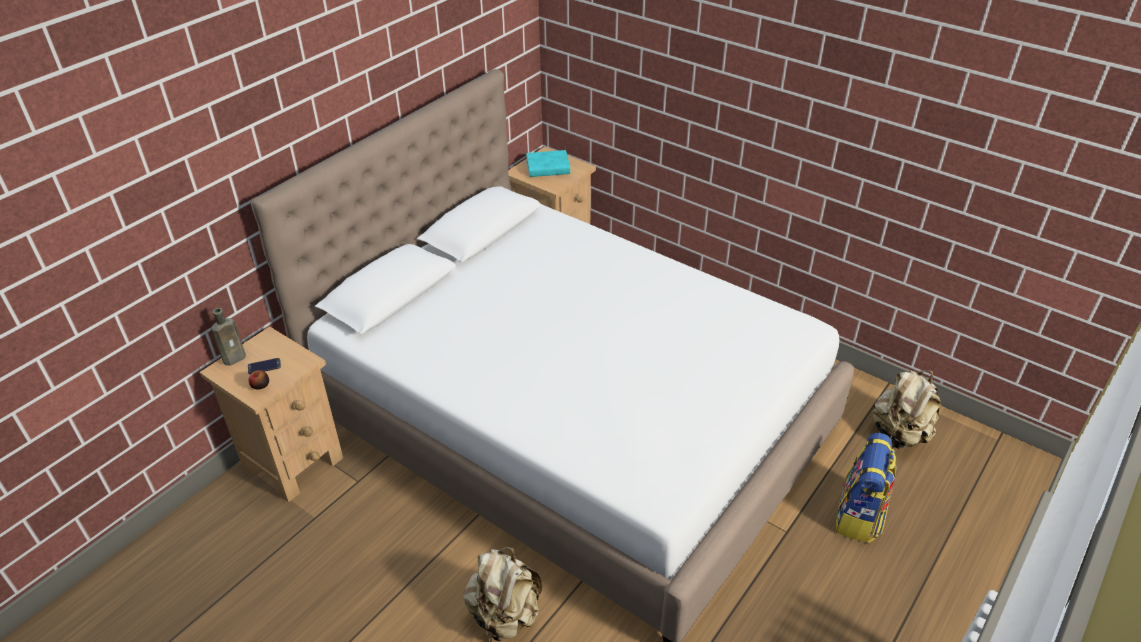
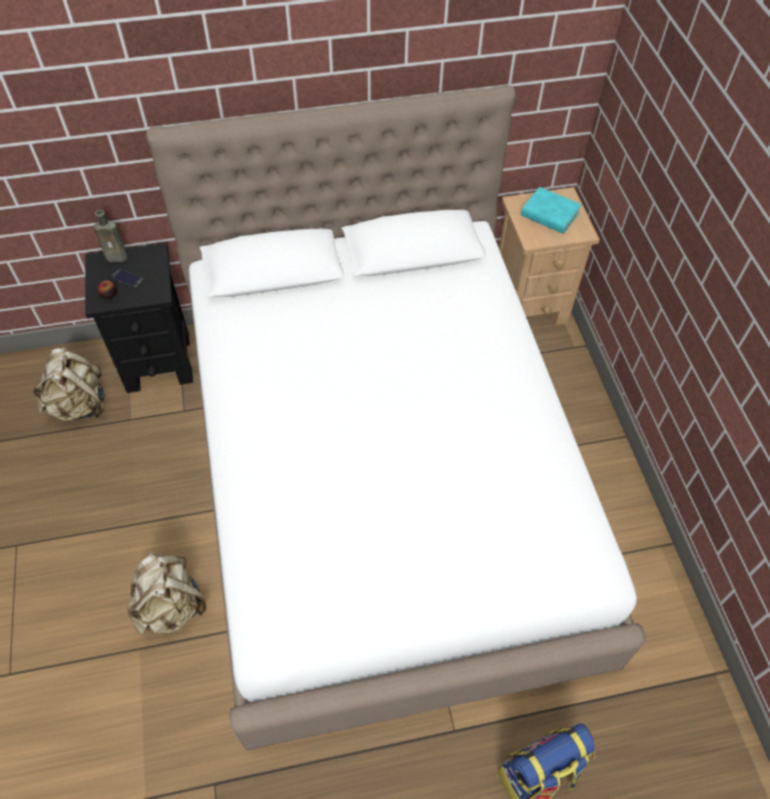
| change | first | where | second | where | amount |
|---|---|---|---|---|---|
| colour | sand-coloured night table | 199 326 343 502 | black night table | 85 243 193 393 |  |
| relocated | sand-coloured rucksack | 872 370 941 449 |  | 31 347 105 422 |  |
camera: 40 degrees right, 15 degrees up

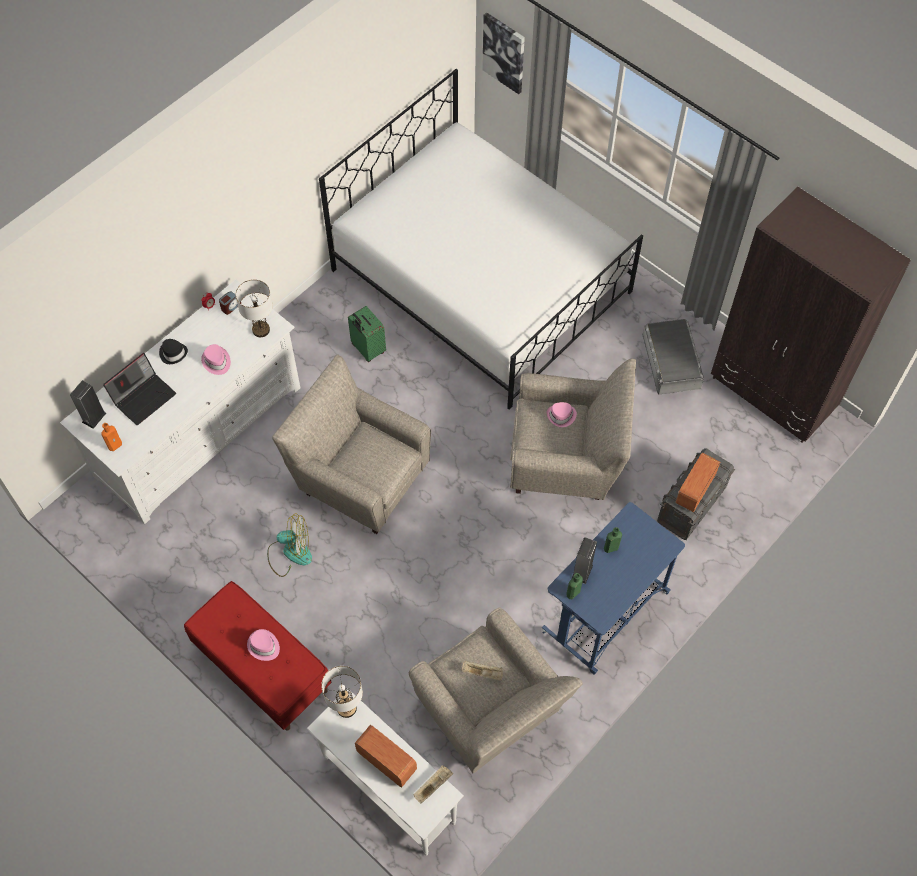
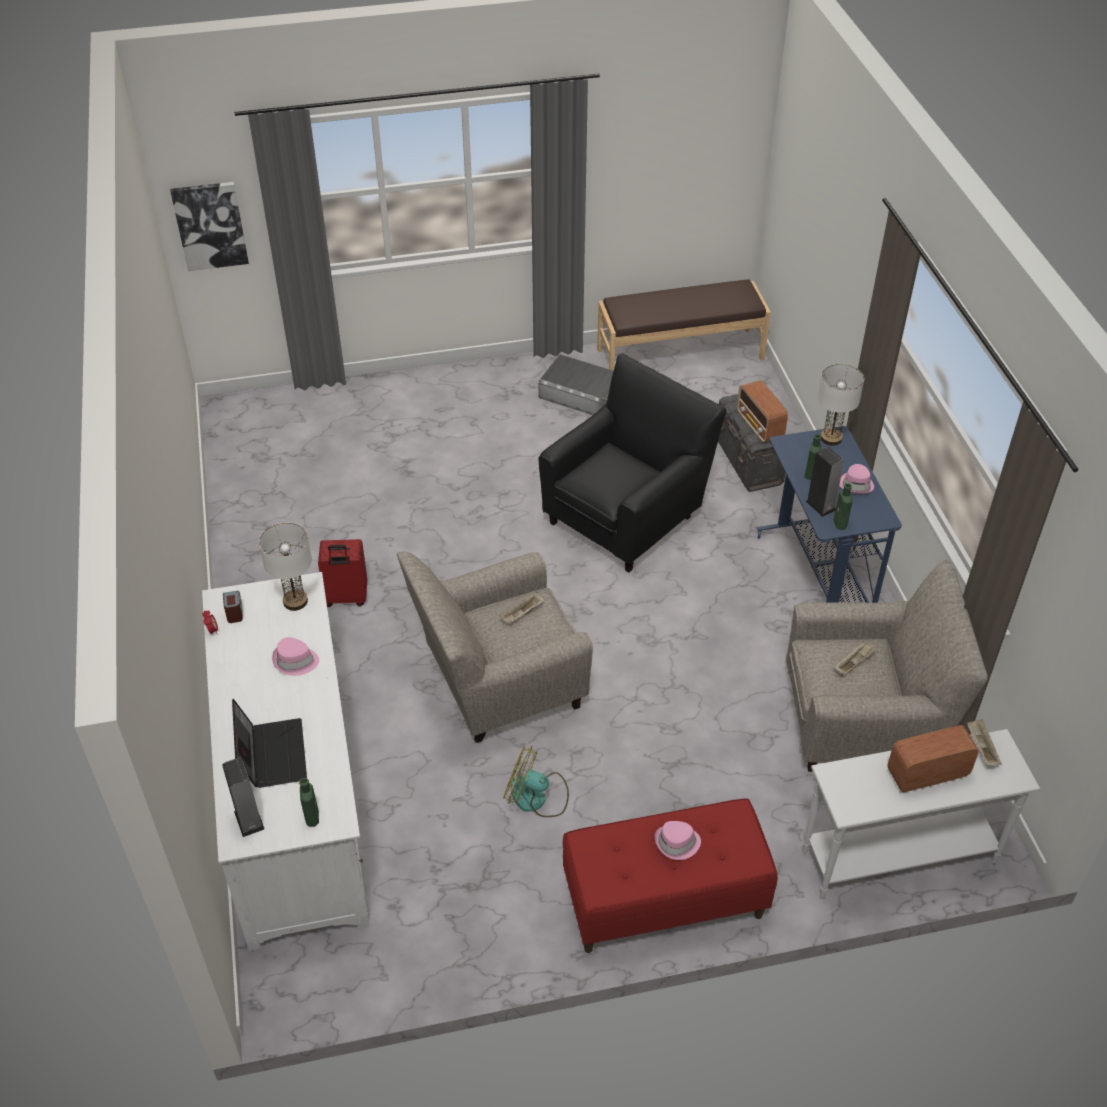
| change | first | where | second | where | amount |
|---|---|---|---|---|---|
| colour | orange bottle | 101 423 122 451 | greenish bottle | 299 778 319 827 |  |
| missing | black clothing hat | 159 339 188 364 |  |  |  |
| spun | electric fan | 267 514 312 577 |  | 503 746 569 817 | 105 degrees counterclockwise |
| missing | whitish bedroom bed | 319 69 643 409 |  |  |  |
| relocated | tabletop lamp | 321 666 363 718 |  | 818 364 864 446 |  |
| colour | greenish suitcase | 348 306 386 362 | red-coloured suitcase | 318 539 367 607 |  |
| colour | sand-coloured easy chair | 510 358 636 500 | black easy chair | 539 353 726 572 |  |
| relocated | pink-coloured clothing hat | 547 402 577 427 |  | 839 464 874 494 |  |
| exchanged | brownish wardrobe | 711 187 911 443 | brownish long seat | 597 279 771 371 |  |
| appeared |  |  | sand-coloured serving tray | 499 592 544 624 |  |
camera: 55 degrees left, 15 degrees down

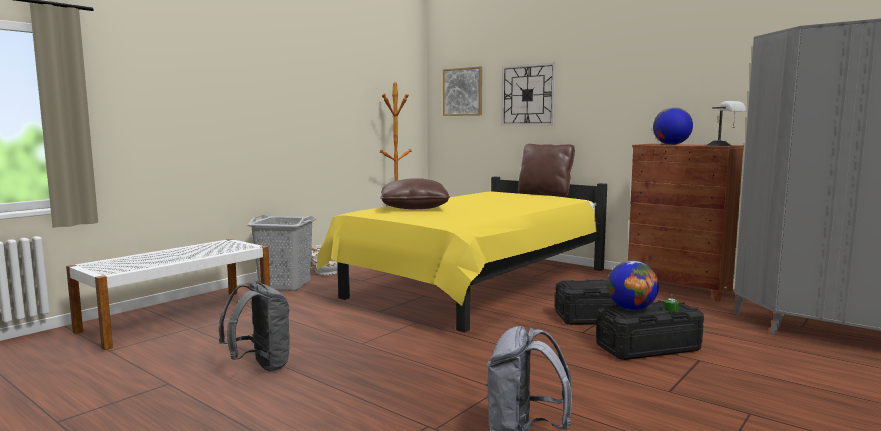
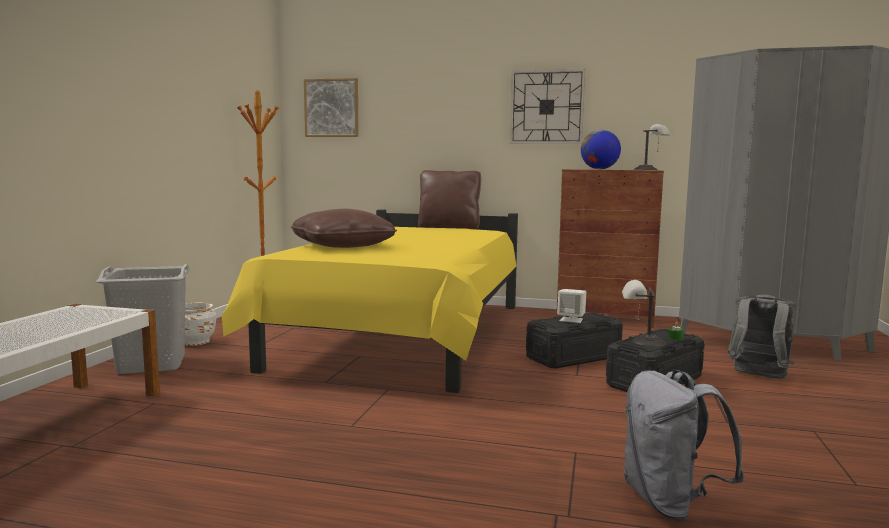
| change | first | where | second | where | amount |
|---|---|---|---|---|---|
| relocated | grey rucksack | 219 282 290 372 |  | 728 294 796 379 |  |
| relocated | clock on the wall | 501 63 556 125 |  | 510 69 585 144 |  |
| exchanged | desk globe | 607 261 659 310 | tabletop lamp | 622 280 665 347 |  |
| appeared |  |  | whitish audio speaker | 557 289 586 323 |  |
camera: 25 degrees left, 0 degrees up

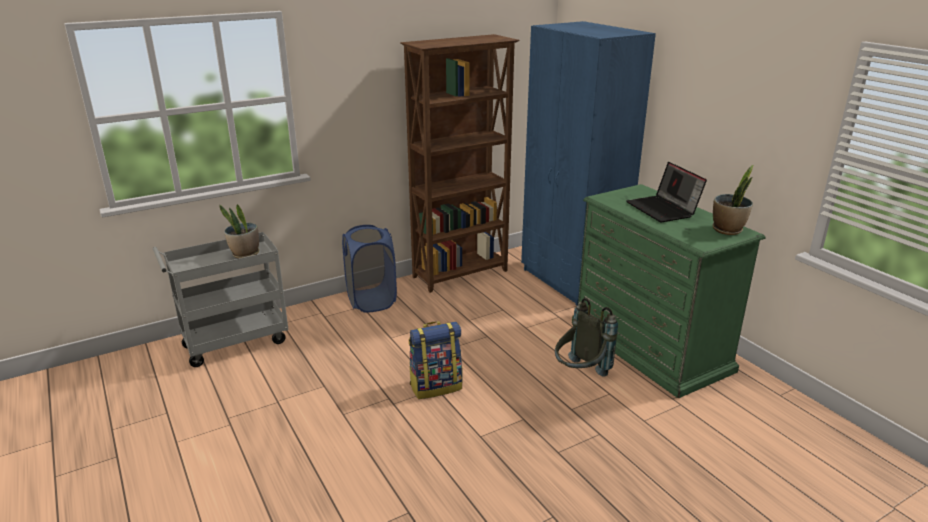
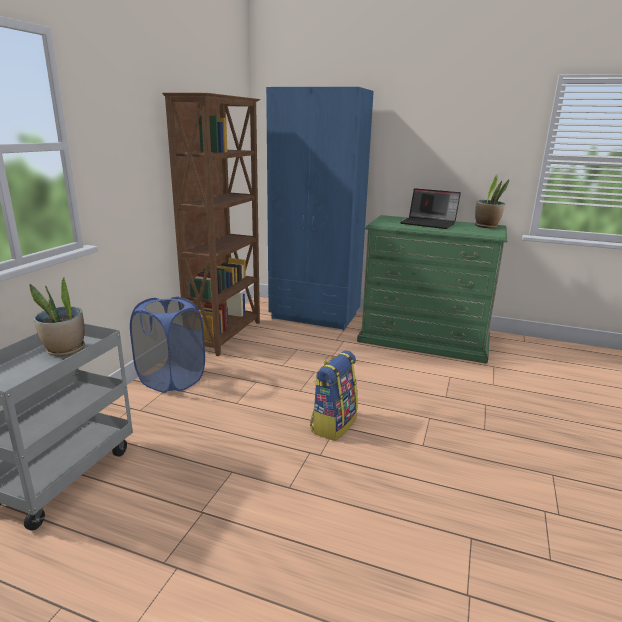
| change | first | where | second | where | amount |
|---|---|---|---|---|---|
| missing | grey rucksack | 555 298 618 377 |  |  |  |
camera: 40 degrees left, 5 degrees down

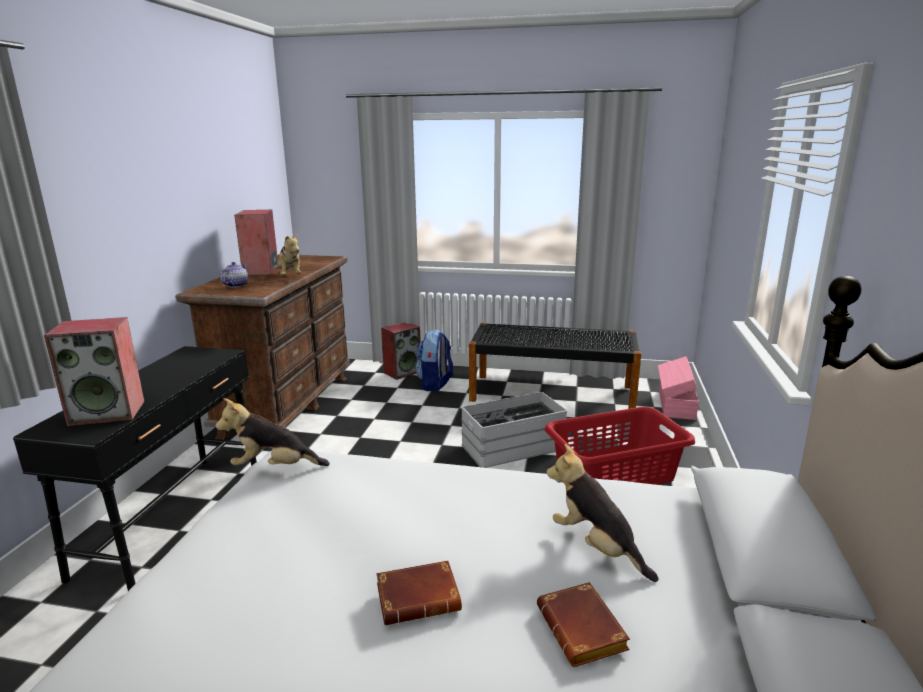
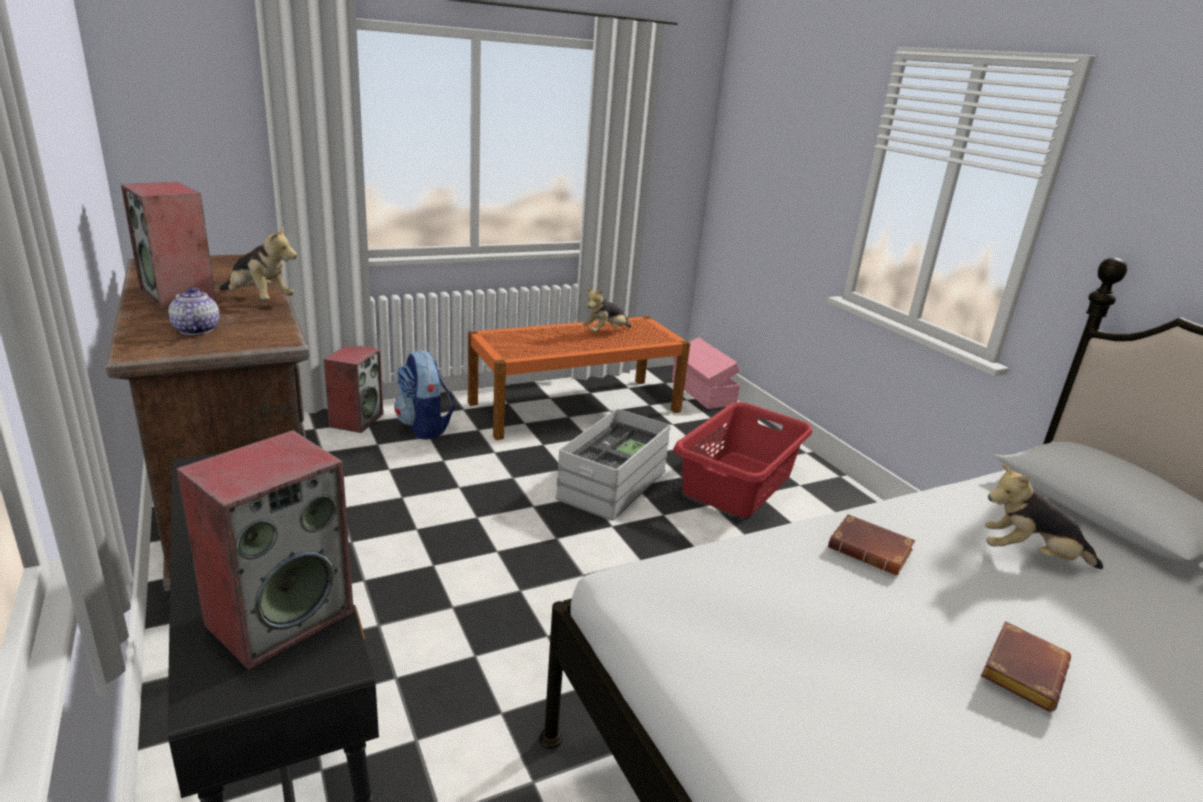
| change | first | where | second | where | amount |
|---|---|---|---|---|---|
| relocated | plush toy | 216 398 330 466 |  | 582 288 631 332 |  |
| colour | black long seat | 469 323 641 409 | orange long seat | 468 316 690 440 |  |
| relocated | brownish volume | 537 582 630 667 |  | 828 514 915 576 |  |
camera: 40 degrees left, 5 degrees up

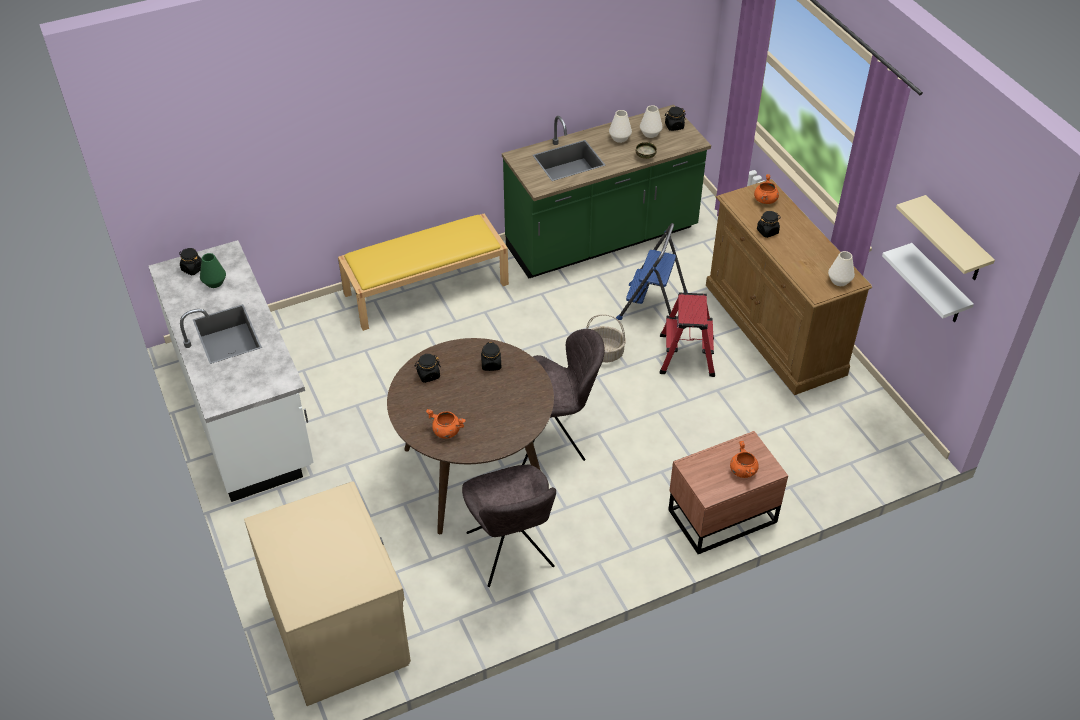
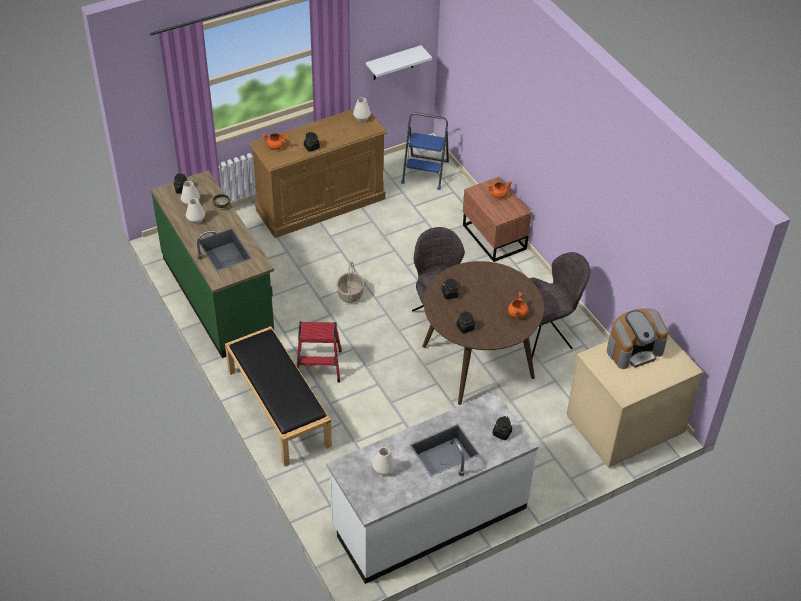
| change | first | where | second | where | amount |
|---|---|---|---|---|---|
| relocated | black jar | 179 248 202 275 |  | 493 416 512 440 |  |
| colour | greenish decorative vase | 200 253 226 288 | whitish decorative vase | 373 447 395 475 |  |
| colour | yellow-coloured long seat | 338 213 509 331 | black long seat | 225 326 332 467 |  |
| relocated | bluish step stool | 616 223 688 328 |  | 401 113 449 190 |  |
| relocated | red-coloured step stool | 660 292 715 377 |  | 297 322 342 383 |  |
| missing | sand-coloured wall shelf | 896 195 995 280 |  |  |  |
| appeared |  |  | coffee maker | 607 308 668 369 |  |
camera: 95 degrees left, 0 degrees up

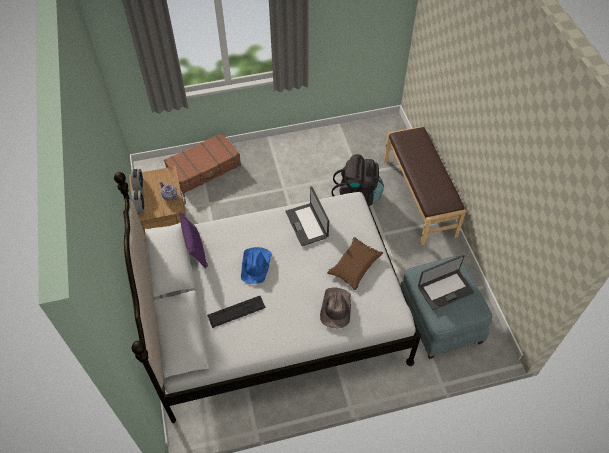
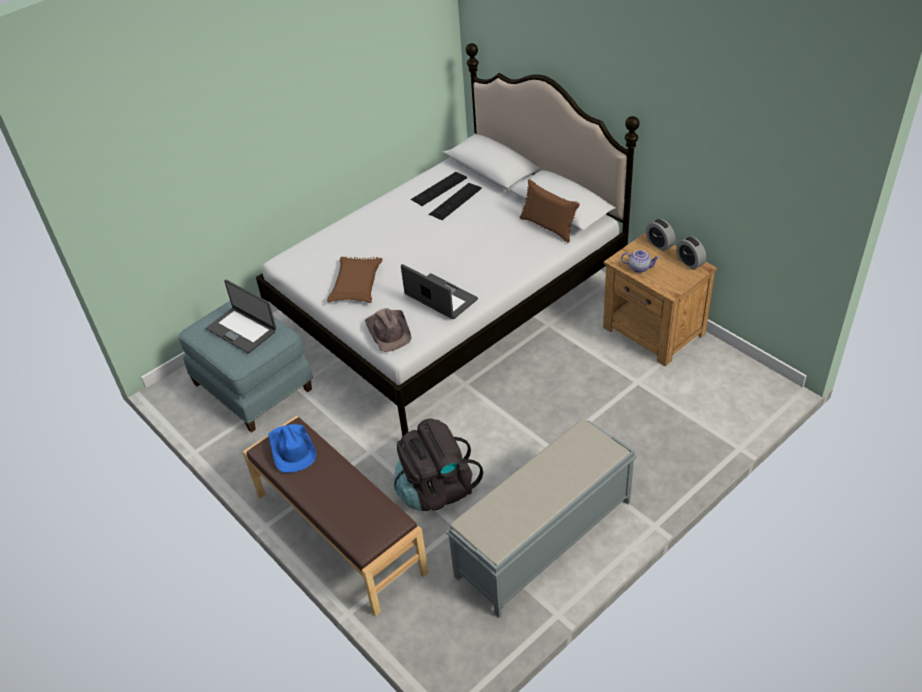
| change | first | where | second | where | amount |
|---|---|---|---|---|---|
| missing | brownish suitcase | 164 132 241 193 |  |  |  |
| colour | purple-coloured cushion | 179 212 208 268 | brownish cushion | 519 179 580 243 |  |
| relocated | bluish clothing hat | 241 247 272 284 |  | 268 424 316 473 |  |
| relocated | brownish clothing hat | 320 288 351 328 |  | 365 308 411 352 |  |
| spun | portable computer | 418 255 474 310 |  | 206 280 276 353 | 90 degrees counterclockwise |
| appeared |  |  | keyboard | 411 172 467 206 |  |
| appeared |  |  | grey long seat | 446 419 637 618 |  |
camera: 155 degrees right, 10 degrees down

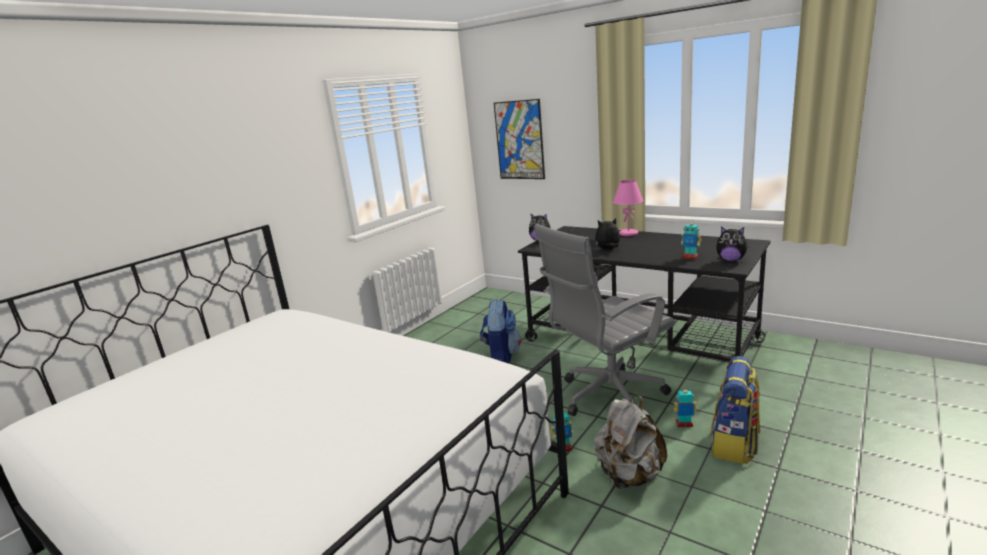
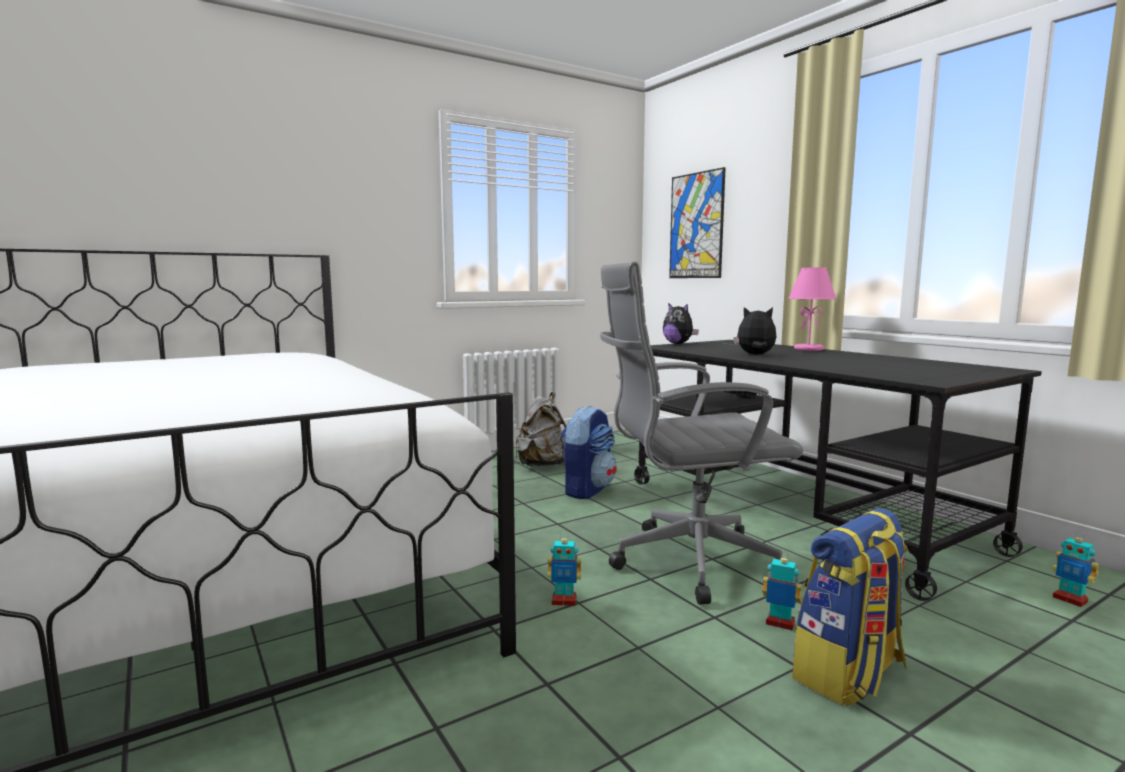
| change | first | where | second | where | amount |
|---|---|---|---|---|---|
| relocated | grey rucksack | 594 395 667 489 |  | 516 392 566 466 |  |
| relocated | robot figure | 681 219 701 260 |  | 1052 531 1099 607 |  |
| missing | plush toy | 716 227 750 261 |  |  |  |
camera: 20 degrees right, 10 degrees down

